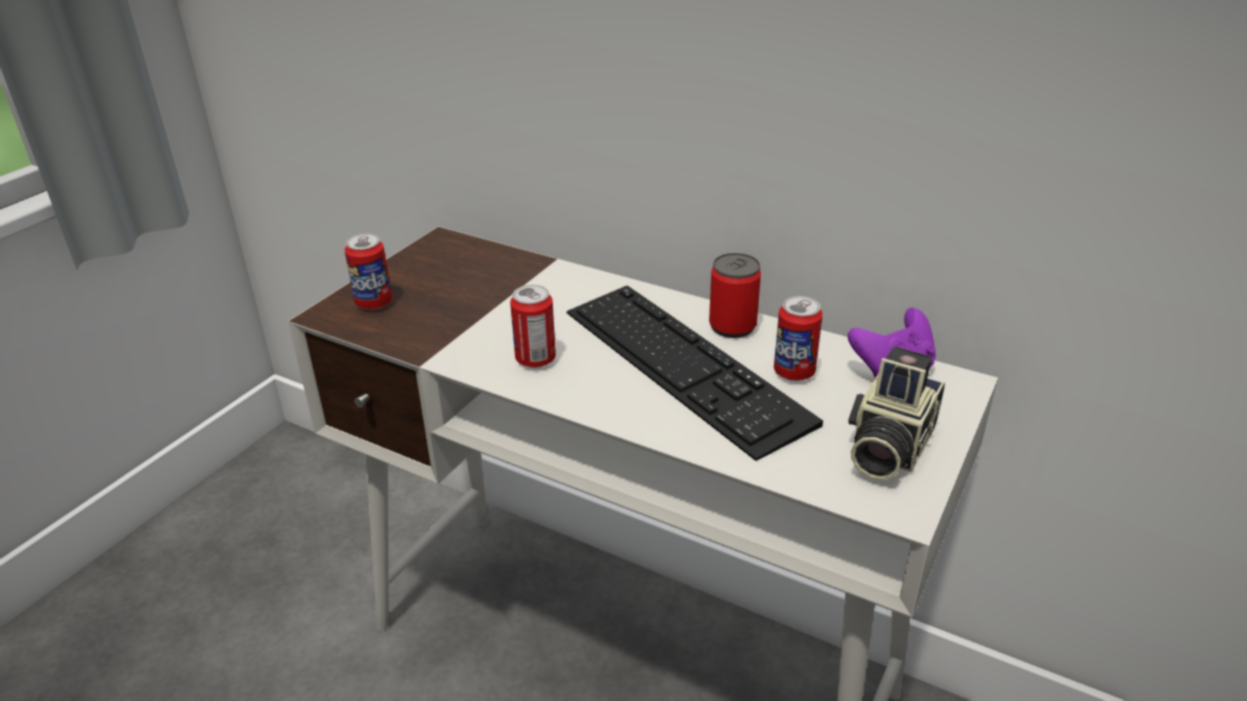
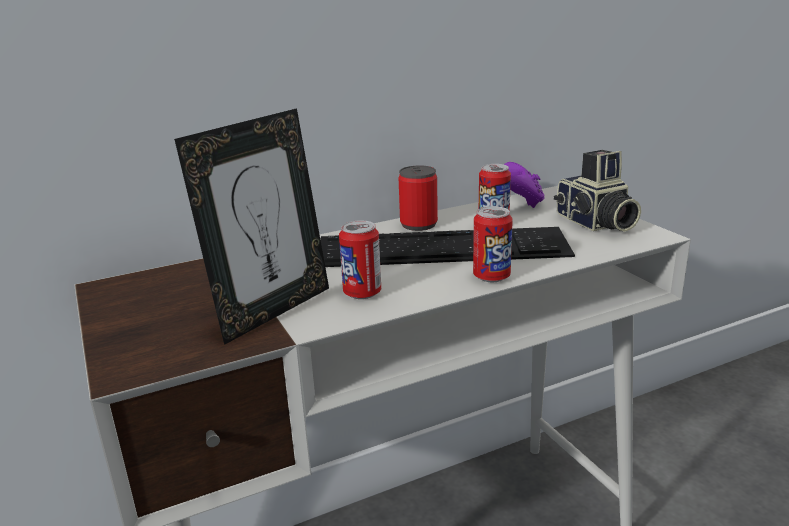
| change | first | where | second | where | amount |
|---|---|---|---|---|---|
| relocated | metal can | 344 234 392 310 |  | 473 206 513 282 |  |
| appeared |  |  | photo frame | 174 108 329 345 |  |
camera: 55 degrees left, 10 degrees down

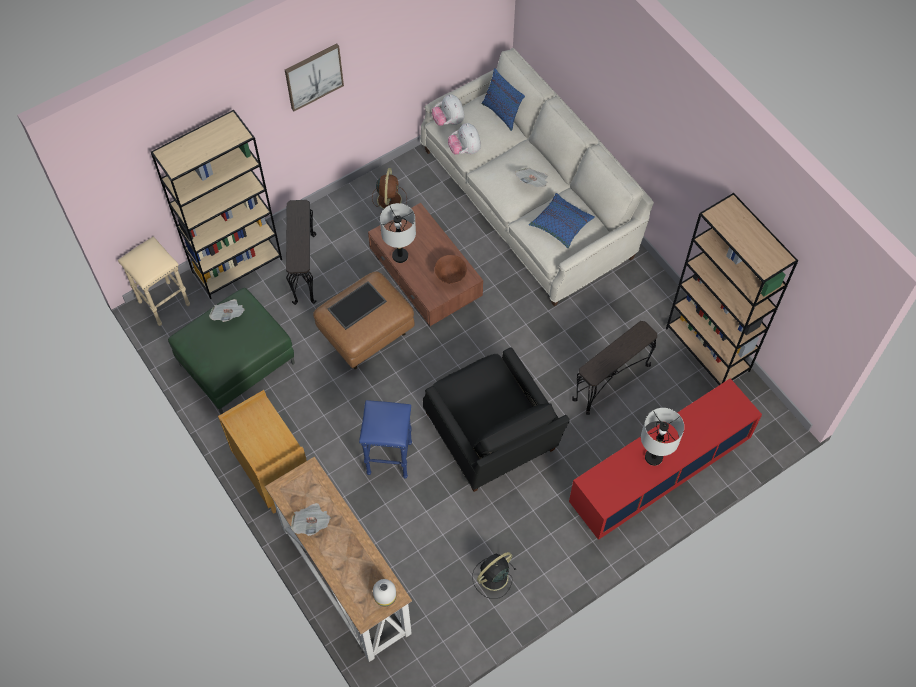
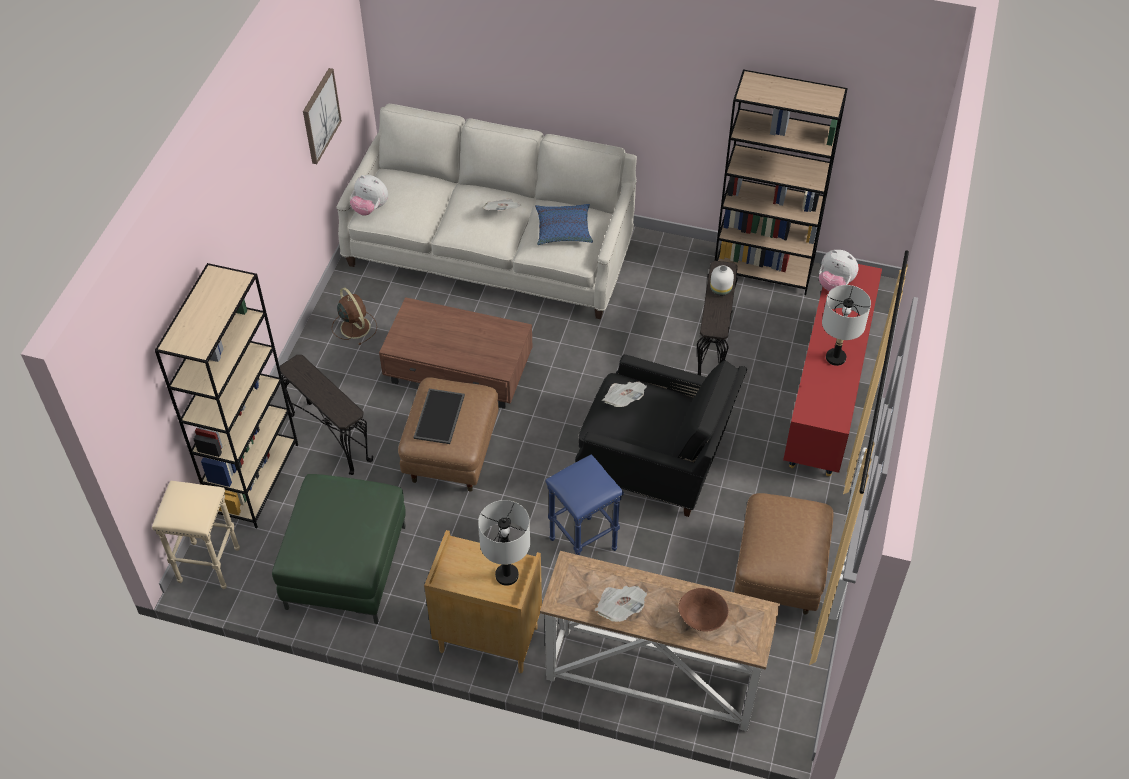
| change | first | where | second | where | amount |
|---|---|---|---|---|---|
| relocated | daily paper | 209 299 245 322 |  | 602 382 647 407 |  |
| relocated | picture | 285 43 344 111 |  | 303 68 342 164 |  |
| relocated | whitish decorative vase | 373 579 396 606 |  | 710 265 734 296 |  |
| relocated | grey tabletop lamp | 380 203 416 263 |  | 478 500 530 586 |  |
| relocated | brownish serving bowl | 434 255 467 284 |  | 679 588 729 632 |  |
| relocated | plush toy | 448 123 481 155 |  | 819 250 858 291 |  |
| exchanged | black electric fan | 472 552 516 599 | brownish pouffe | 734 493 834 615 |  |
| missing | bluish cushion | 481 68 525 131 |  |  |  |
camera: 40 degrees left, 10 degrees down

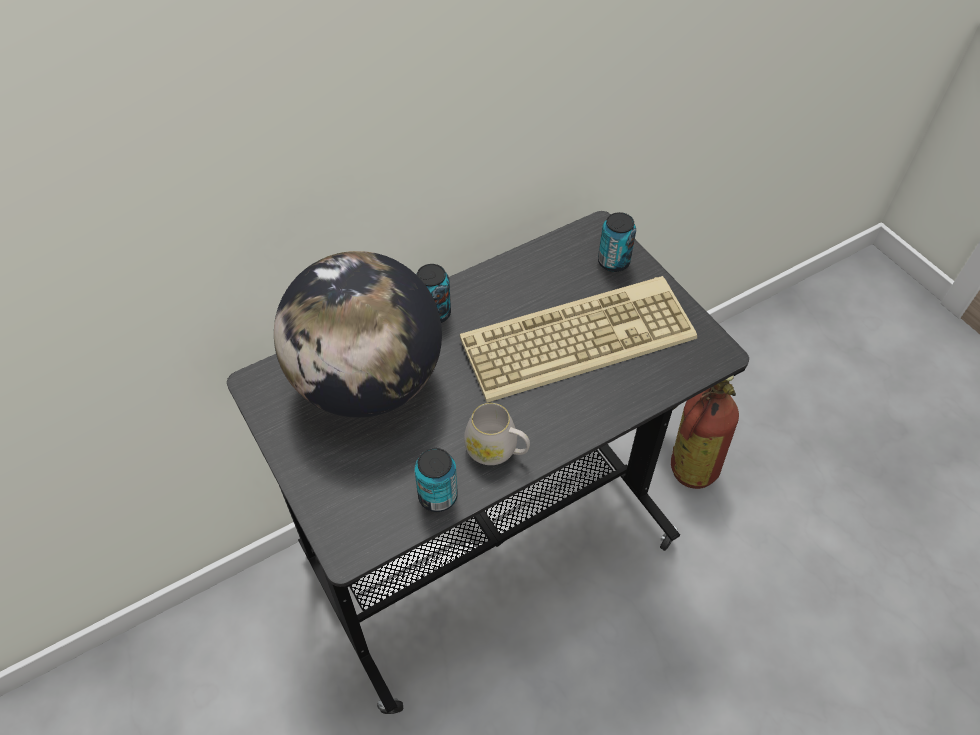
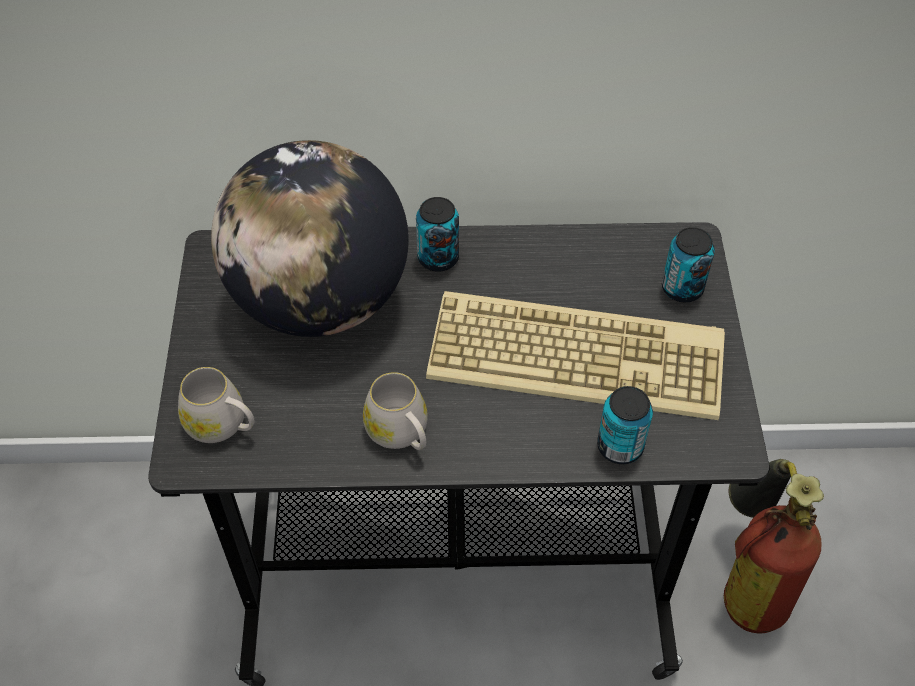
| change | first | where | second | where | amount |
|---|---|---|---|---|---|
| relocated | metal can | 414 448 458 512 |  | 597 386 653 464 |  |
| appeared |  |  | whitish mug | 178 367 254 443 |  |
camera: 30 degrees right, 0 degrees up

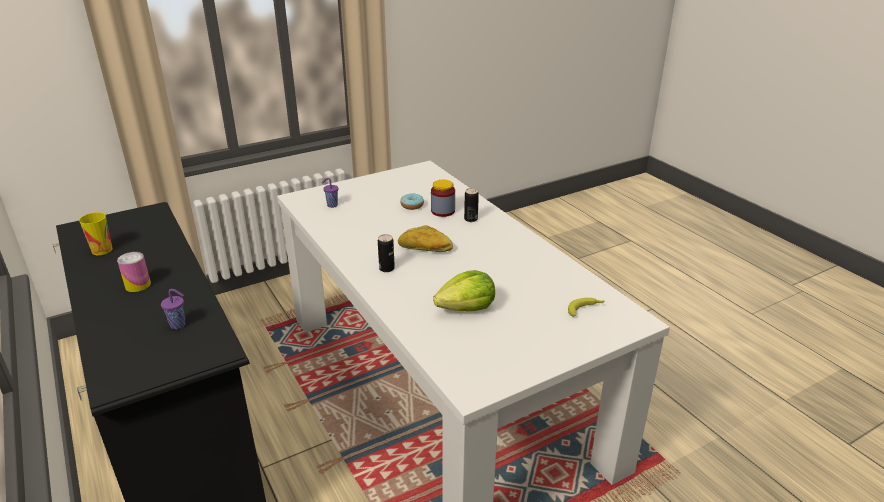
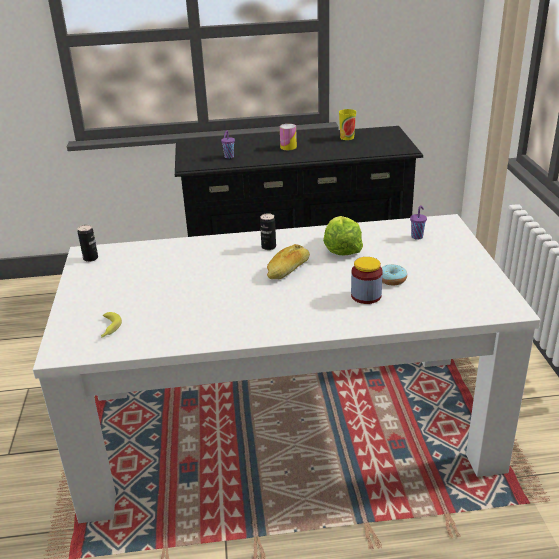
| change | first | where | second | where | amount |
|---|---|---|---|---|---|
| relocated | head of lettuce | 433 270 495 312 |  | 323 216 363 255 |  |
| relocated | metal can | 464 188 479 222 |  | 78 225 98 262 |  |
camera: 115 degrees right, 0 degrees up

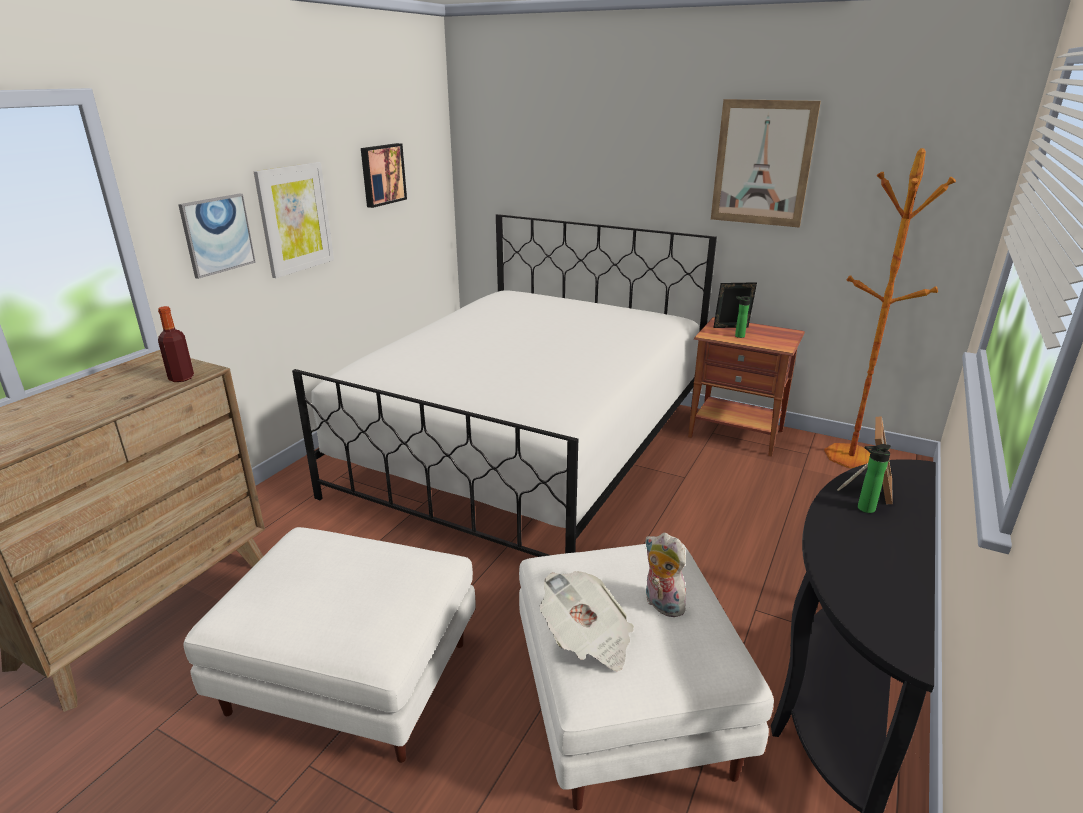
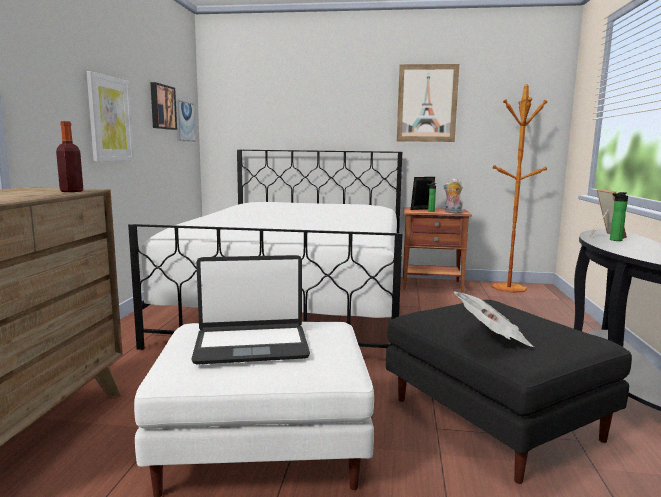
| change | first | where | second | where | amount |
|---|---|---|---|---|---|
| relocated | picture | 178 194 256 279 |  | 176 100 196 142 |  |
| colour | whitish pouffe | 519 543 774 810 | black pouffe | 386 300 632 484 |  |
| relocated | plush toy | 644 533 686 617 |  | 443 178 463 213 |  |
| appeared |  |  | portable computer | 191 255 310 364 |  |
camera: 20 degrees left, 15 degrees down

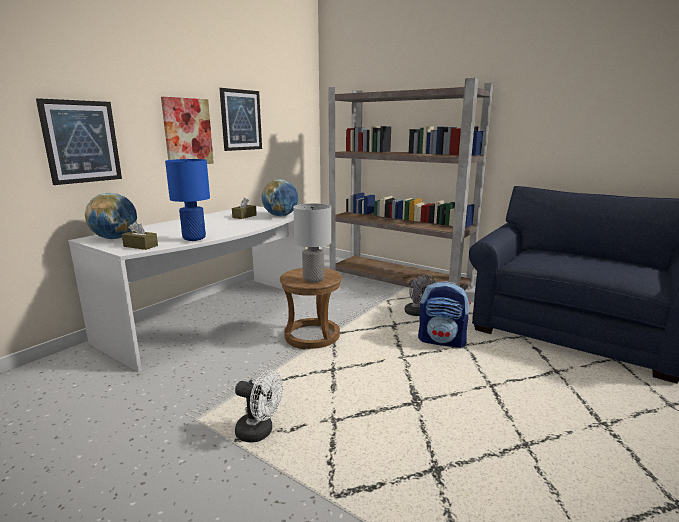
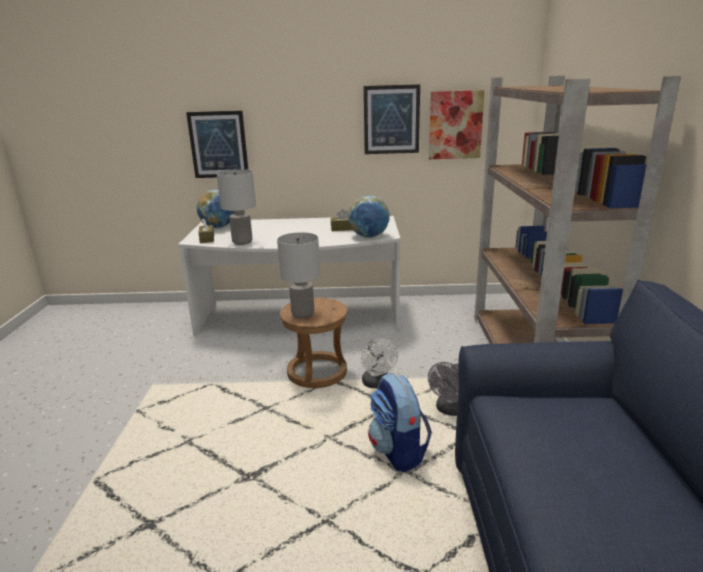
| change | first | where | second | where | amount |
|---|---|---|---|---|---|
| relocated | picture | 161 97 214 164 |  | 429 90 485 159 |  |
| colour | bluish tabletop lamp | 165 159 210 241 | grey tabletop lamp | 217 169 256 245 |  |
| relocated | whitish electric fan | 235 370 283 442 |  | 361 339 398 388 |  |
camera: 55 degrees right, 5 degrees up

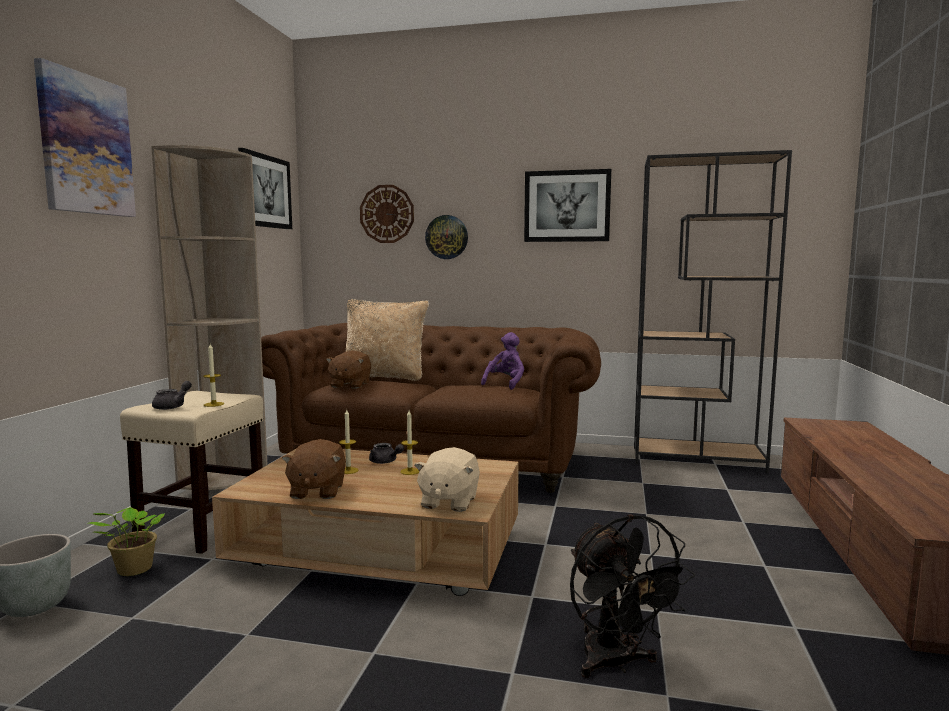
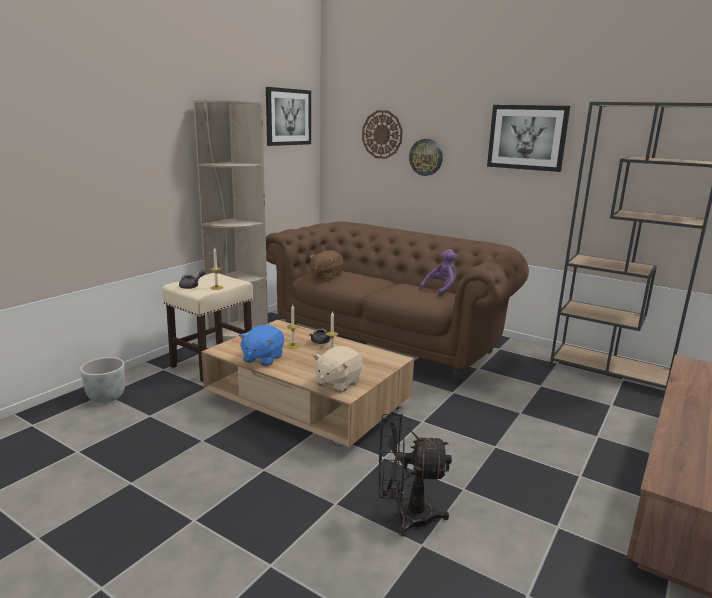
| change | first | where | second | where | amount |
|---|---|---|---|---|---|
| missing | picture | 34 58 136 217 |  |  |  |
| missing | potted plant | 89 507 165 576 |  |  |  |
| colour | brownish plush toy | 282 439 346 499 | bluish plush toy | 239 325 284 366 |  |
| missing | sand-coloured cushion | 345 299 429 381 |  |  |  |
| spun | black electric fan | 570 514 695 678 |  | 379 414 452 537 | 90 degrees clockwise |
camera: 20 degrees right, 10 degrees up

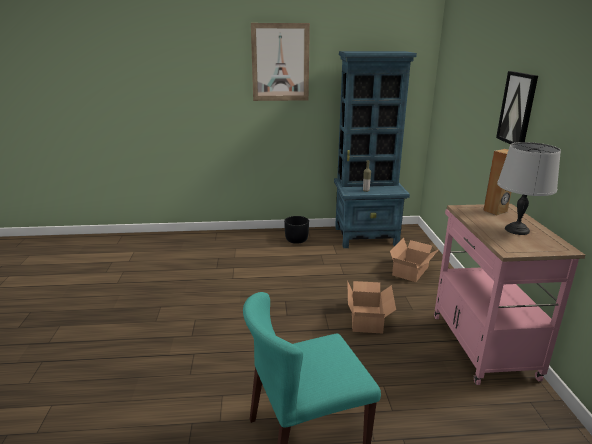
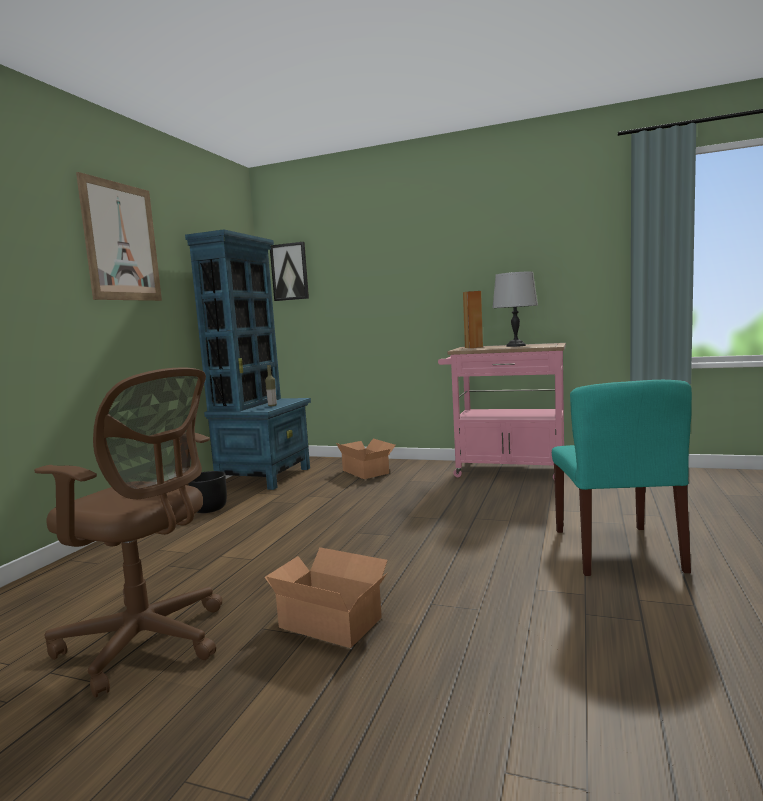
| change | first | where | second | where | amount |
|---|---|---|---|---|---|
| relocated | cardboard box | 347 281 396 333 |  | 264 547 388 648 |  |
| relocated | picture | 496 71 538 144 |  | 270 242 309 301 |  |
| appeared |  |  | brownish office chair | 34 368 223 698 |  |
camera: 65 degrees left, 15 degrees down

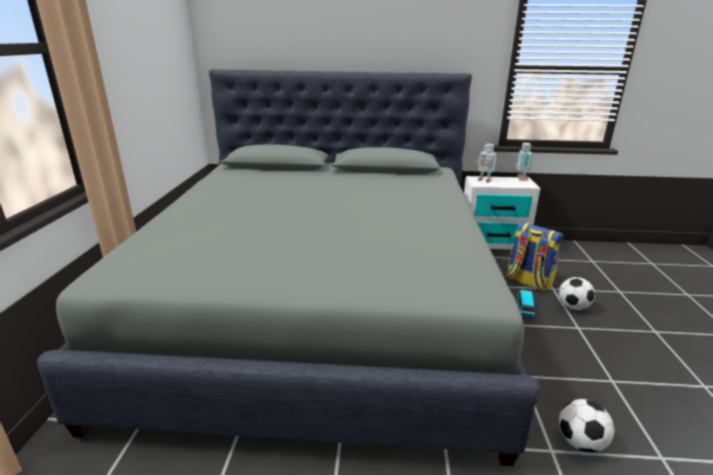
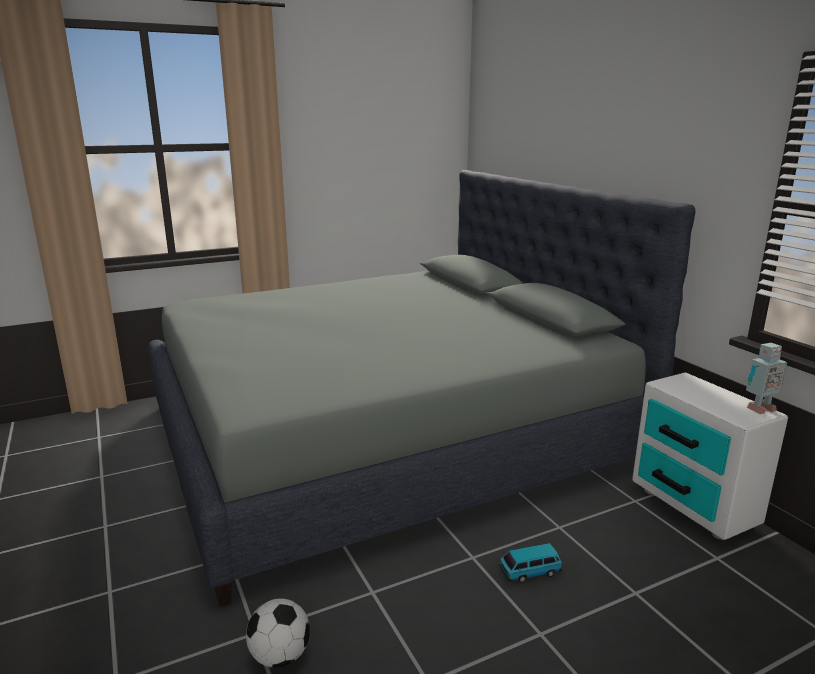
| change | first | where | second | where | amount |
|---|---|---|---|---|---|
| missing | robot figure | 476 144 498 183 |  |  |  |
| missing | rucksack | 506 222 564 292 |  |  |  |
| missing | ball for football | 559 277 595 310 |  |  |  |
camera: 60 degrees right, 5 degrees down

